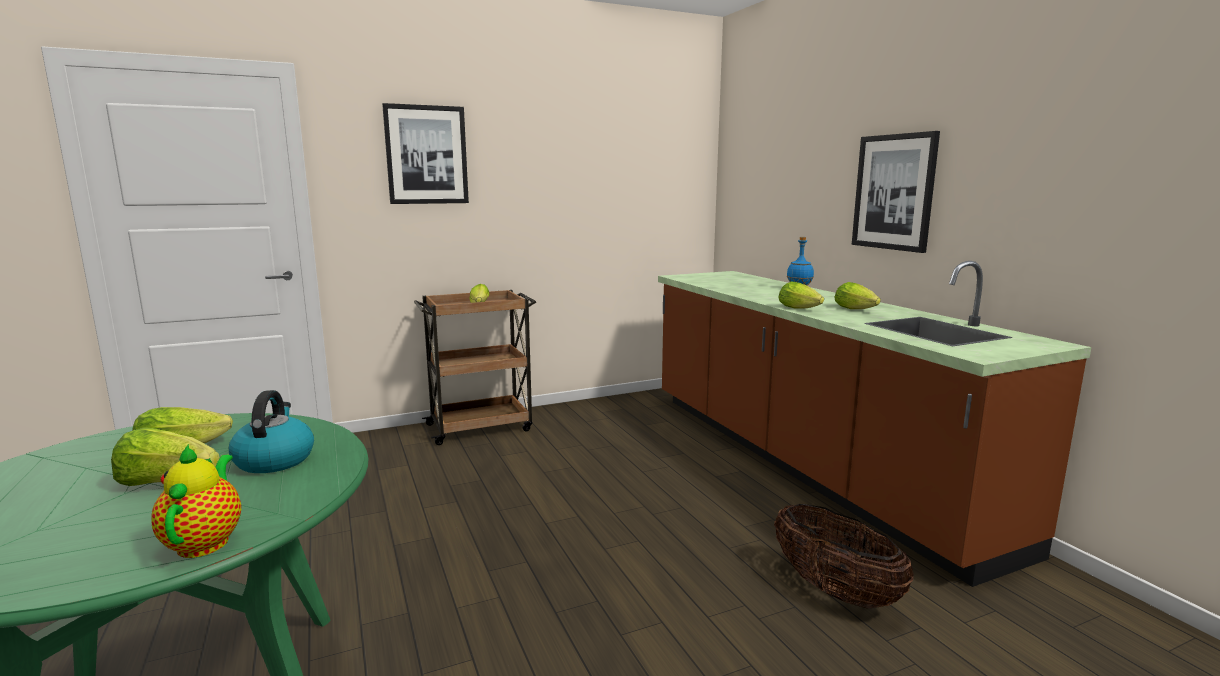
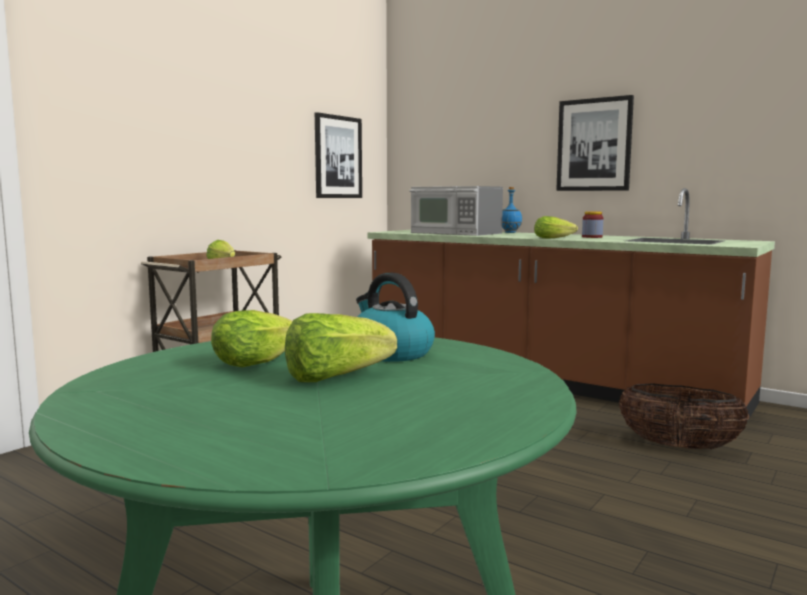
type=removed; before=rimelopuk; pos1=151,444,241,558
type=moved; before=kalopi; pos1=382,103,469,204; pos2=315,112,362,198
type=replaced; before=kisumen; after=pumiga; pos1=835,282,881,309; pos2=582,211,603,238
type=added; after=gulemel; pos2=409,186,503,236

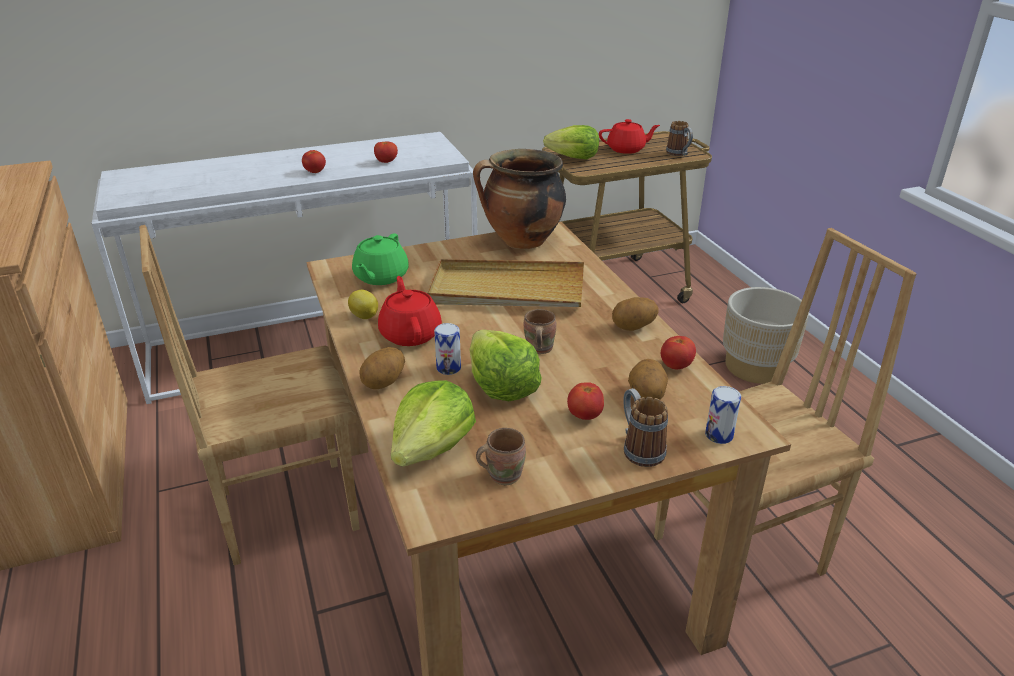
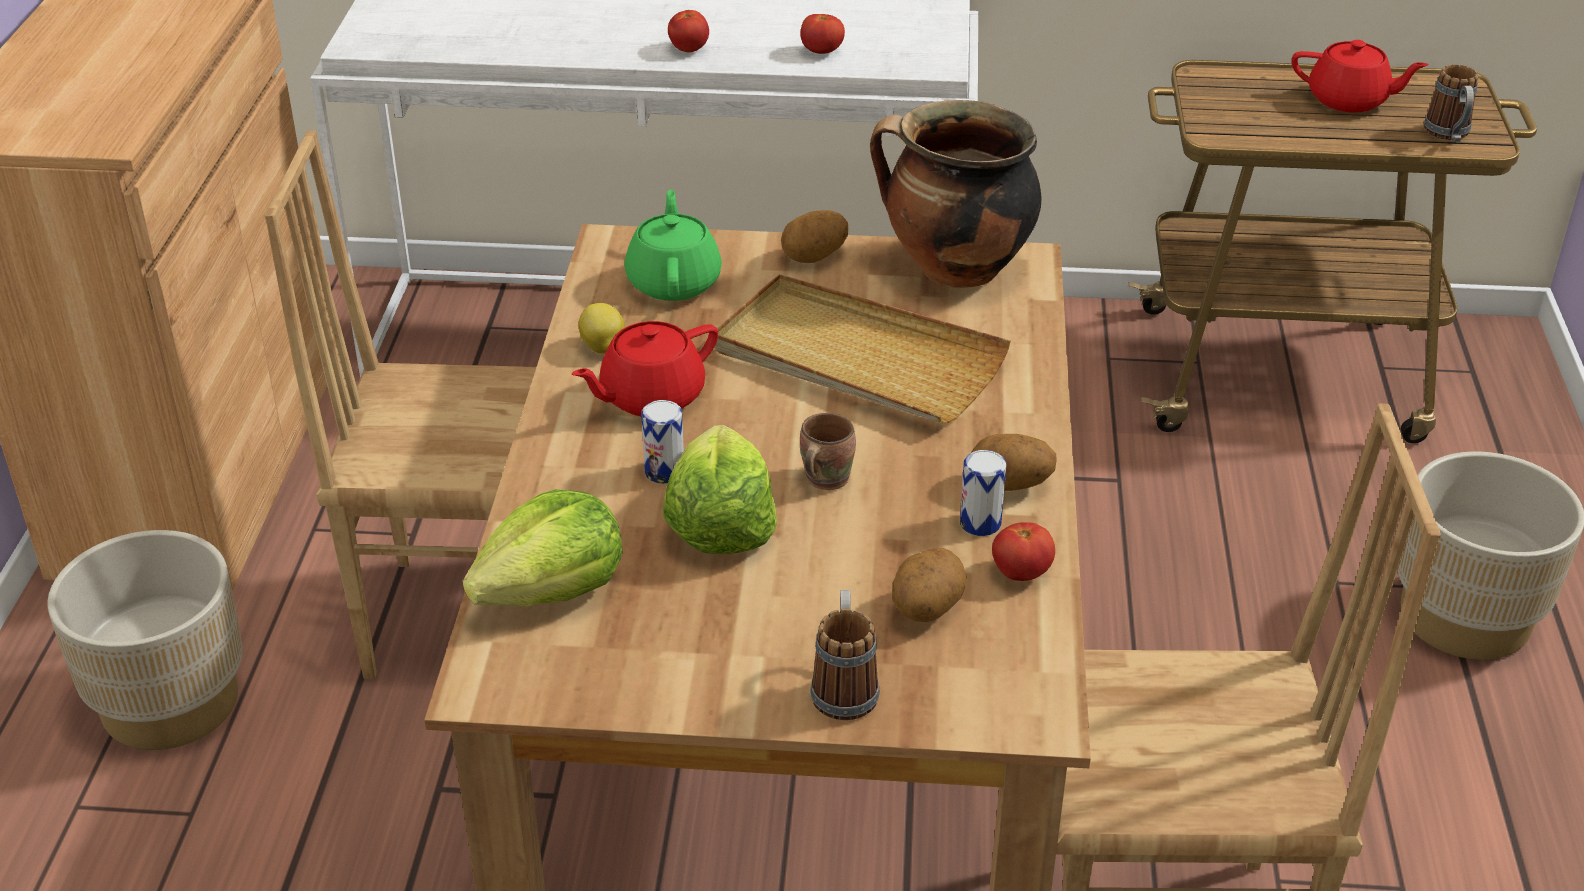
type=turned; before=rimelopuk (green); pos1=352,233,409,285; pos2=624,190,722,301; turn=135
type=moved; before=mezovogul; pos1=359,347,405,389; pos2=781,210,849,263
type=turned; before=rimelopuk (red); pos1=378,276,442,346; pos2=572,321,718,416; turn=-135
type=removed; before=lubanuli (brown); pos1=476,428,526,485
type=removed; before=kisumen; pos1=543,125,599,160
type=removed; before=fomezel; pos1=567,382,604,420
type=moved; before=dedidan; pos1=705,386,741,444; pos2=960,450,1006,536
type=added; after=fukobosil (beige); pos2=47,530,242,750

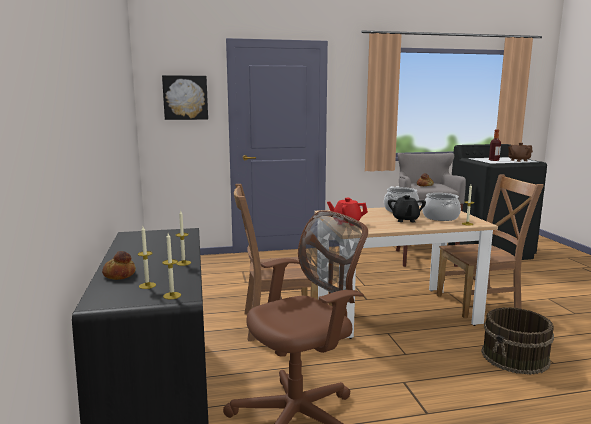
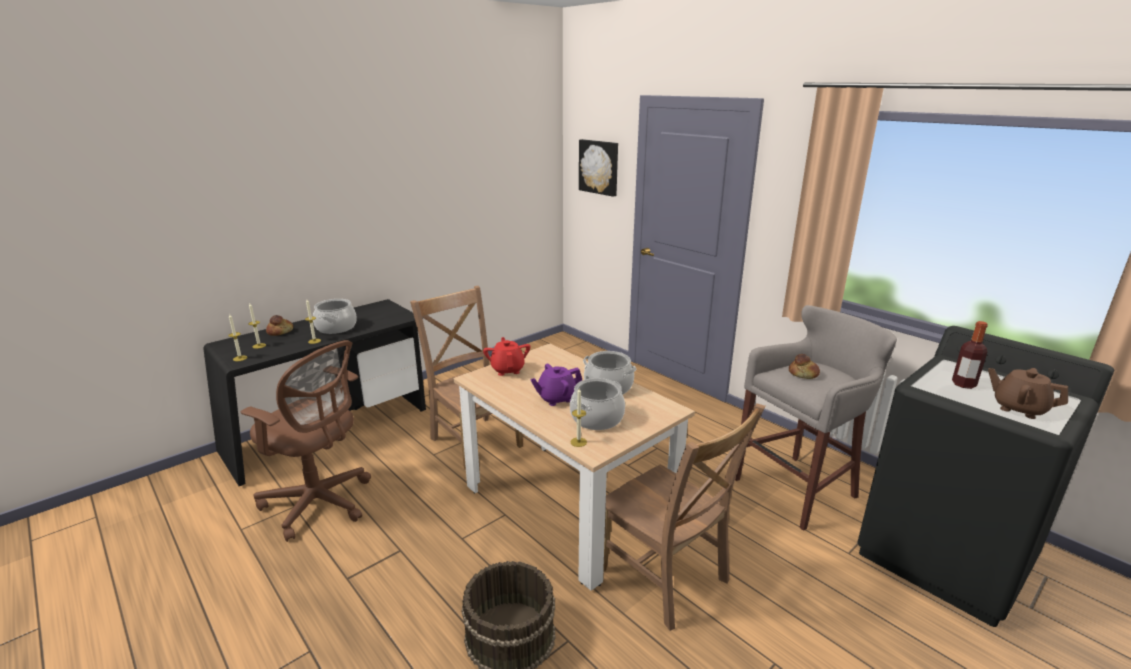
type=recoloured; before=rimelopuk (black); after=rimelopuk (purple); pos1=388,195,426,222; pos2=530,364,582,406
type=added; after=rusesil; pos2=313,299,357,334

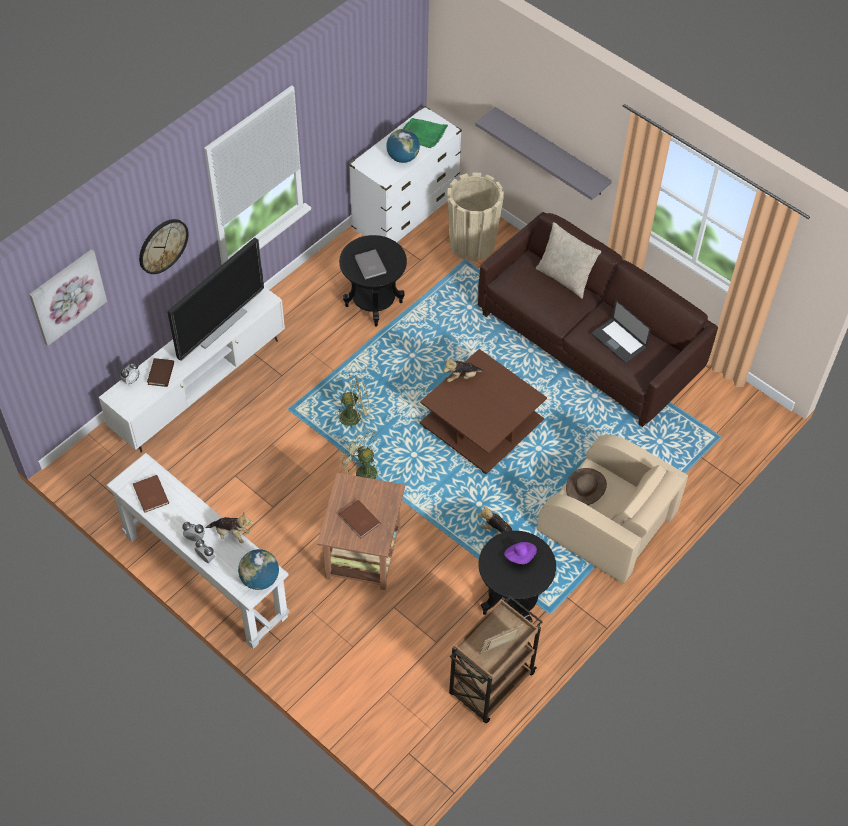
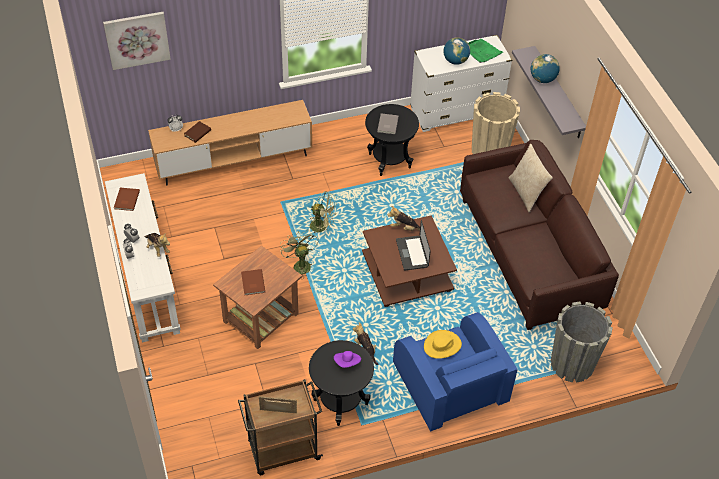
type=recoloured; before=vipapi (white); after=vipapi (brown); pos1=99,286,285,453; pos2=148,100,312,185
type=removed; before=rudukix; pos1=139,219,189,274
type=removed; before=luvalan; pos1=168,238,264,361
type=moved; before=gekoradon; pos1=238,549,279,590; pos2=531,54,560,83
type=recoloured; before=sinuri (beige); after=sinuri (blue); pos1=537,434,688,584; pos2=393,312,517,431
type=recoloured; before=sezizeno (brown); after=sezizeno (yellow); pos1=566,468,607,505; pos2=424,330,462,359
type=moved; before=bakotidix; pos1=592,300,651,363; pos2=396,220,431,270
type=added; after=fukobosil (grey); pos2=550,301,613,383

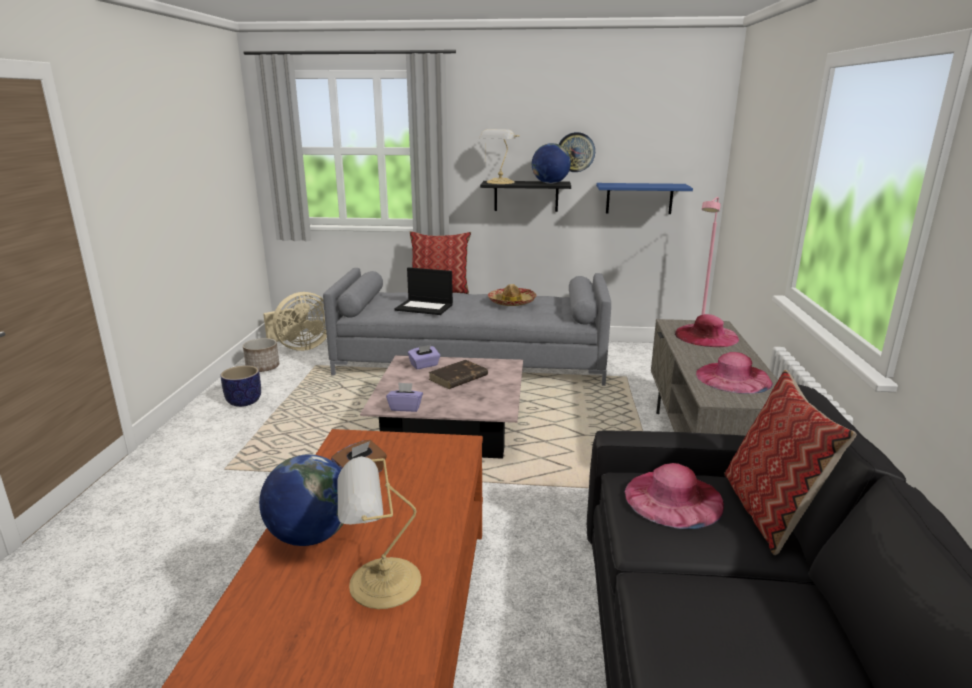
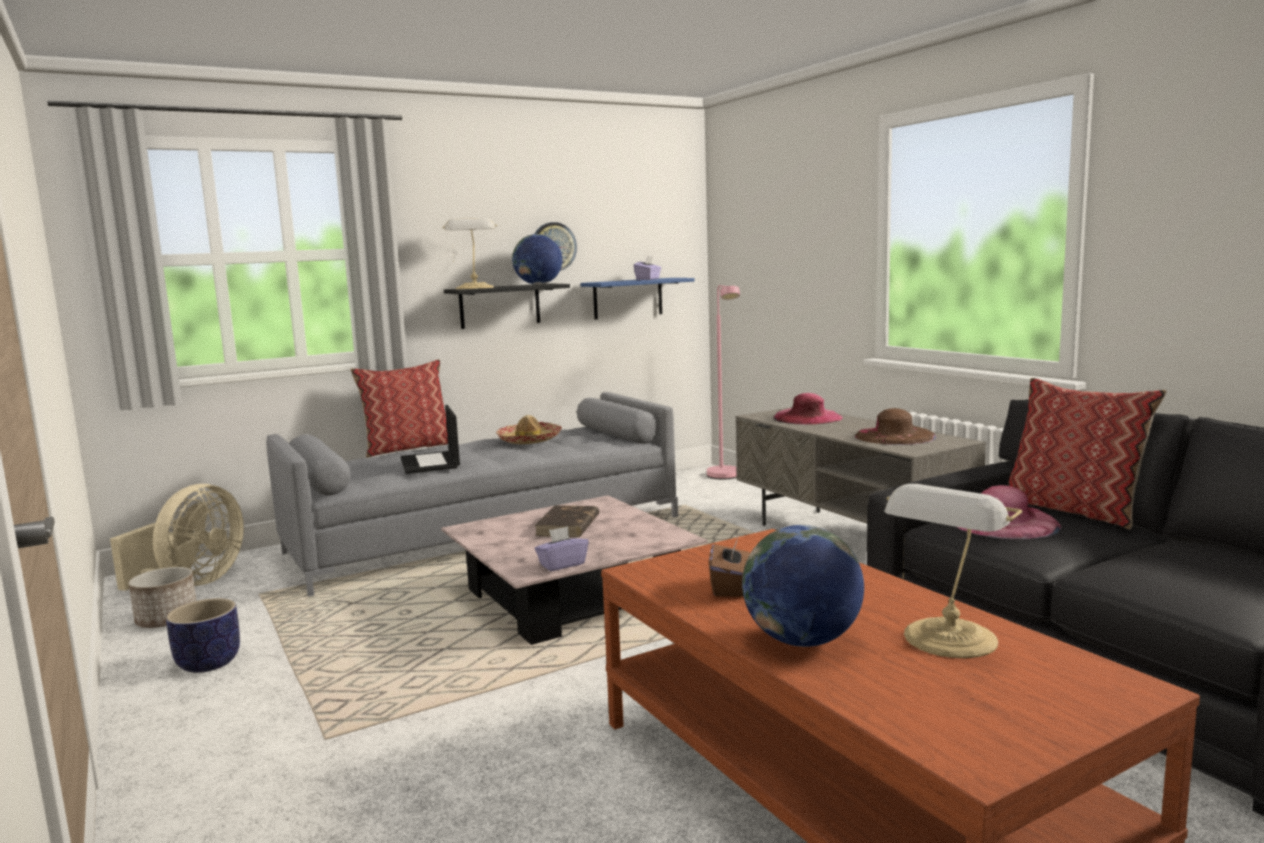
type=turned; before=bakotidix; pos1=394,267,453,315; pos2=401,405,460,474; turn=90
type=moved; before=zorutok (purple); pos1=408,345,440,369; pos2=634,256,662,280
type=recoloured; before=sezizeno (pink); after=sezizeno (brown); pos1=696,352,773,394; pos2=855,408,936,445

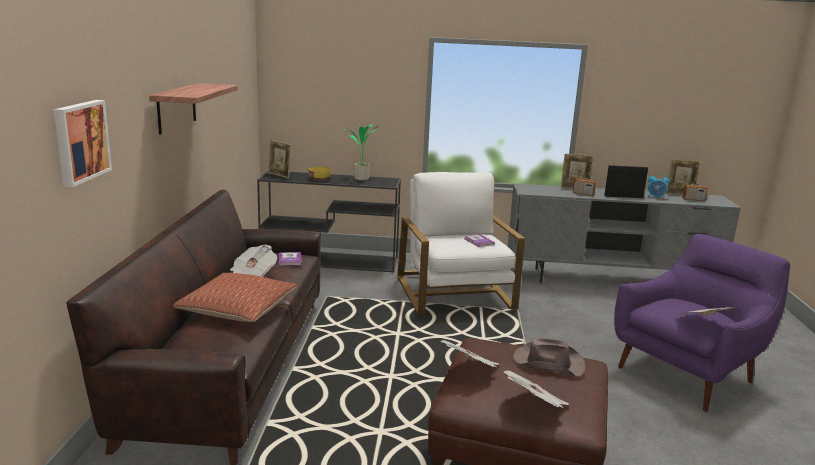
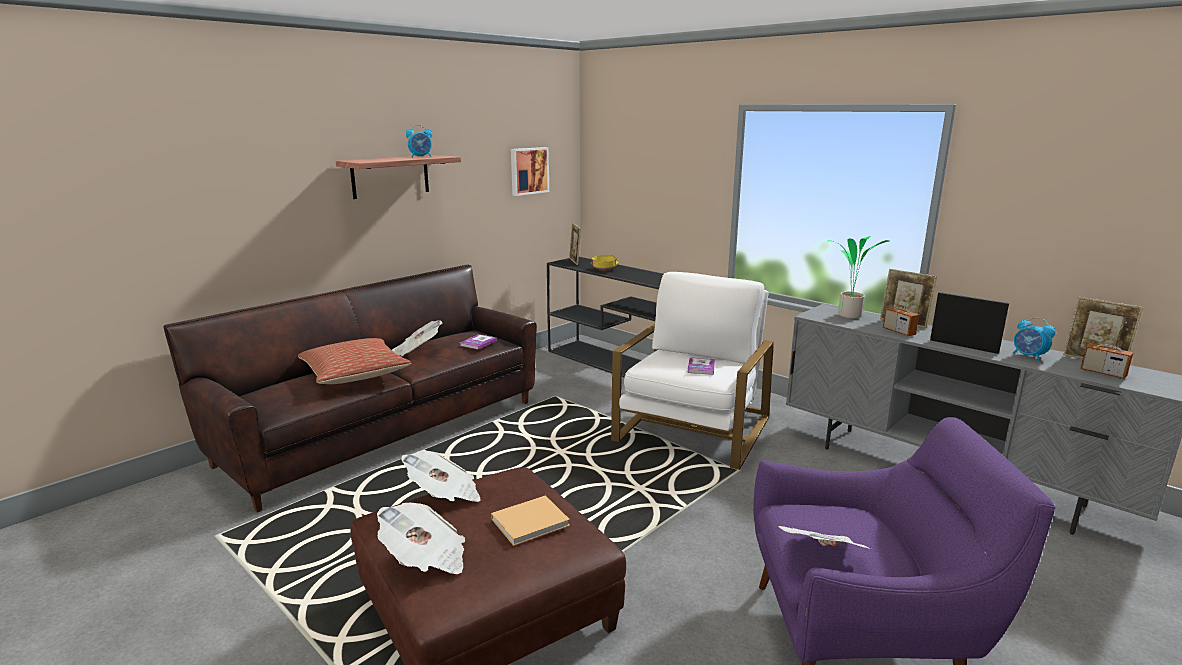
type=moved; before=kalopi; pos1=54,100,112,187; pos2=511,147,549,196
type=moved; before=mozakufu; pos1=343,124,379,180; pos2=828,236,889,319
type=replaced; before=sezizeno (brown); after=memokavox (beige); pos1=513,337,585,377; pos2=491,495,570,546
type=added; after=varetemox; pos2=406,125,432,157

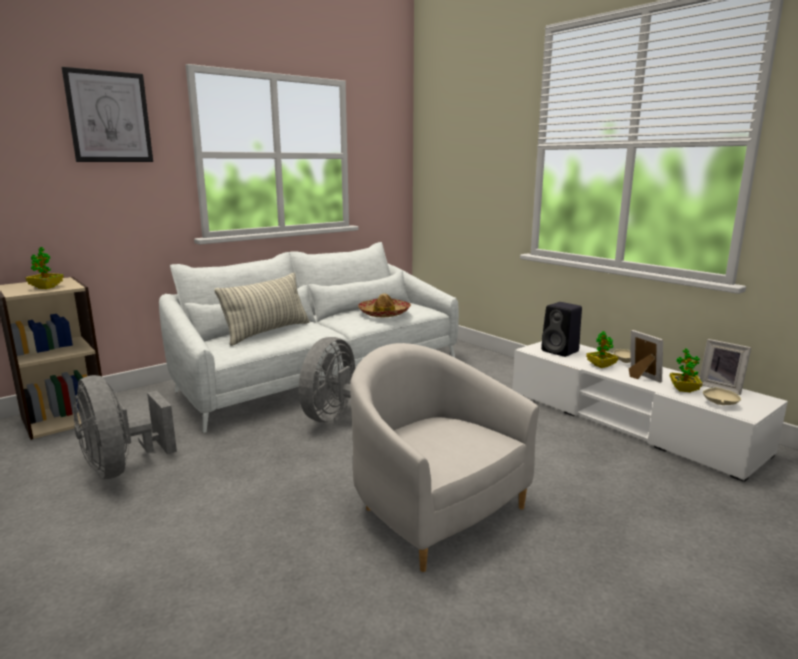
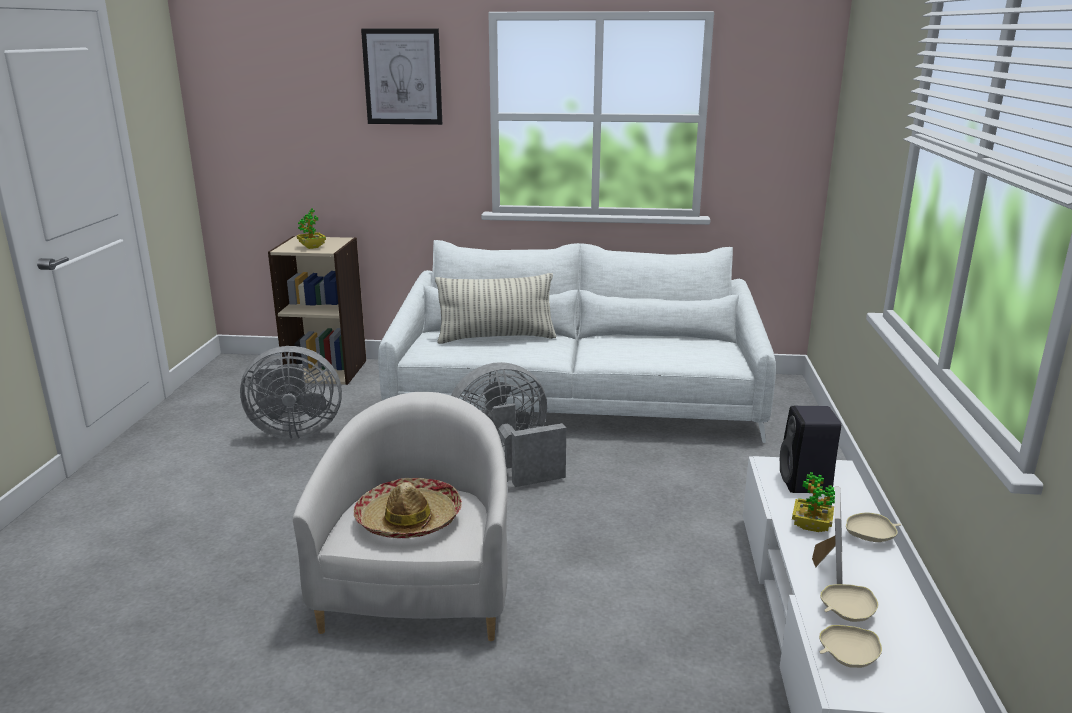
type=turned; before=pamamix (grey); pos1=74,375,177,479; pos2=240,346,342,439; turn=-105
type=moved; before=sezizeno; pos1=358,293,411,317; pos2=354,478,462,538
type=replaced; before=mozakufu; after=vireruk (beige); pos1=670,348,703,392; pos2=820,584,878,622
type=removed; before=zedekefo; pos1=699,339,751,395

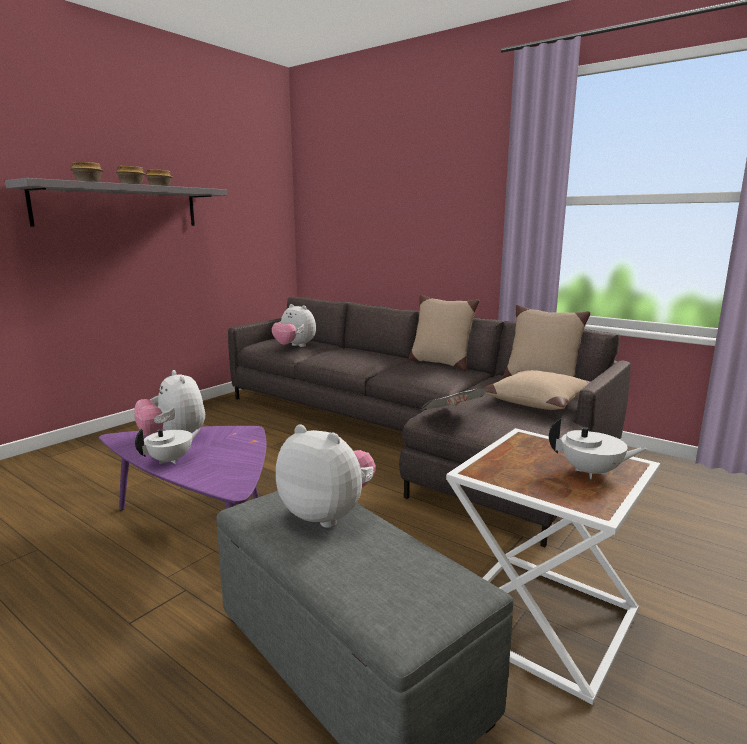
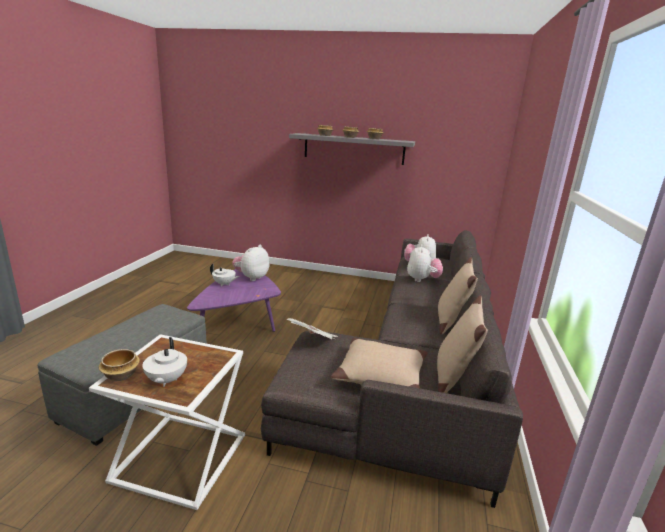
type=moved; before=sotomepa; pos1=276,424,376,528; pos2=407,244,443,282
type=added; after=vireruk; pos2=99,349,140,381

